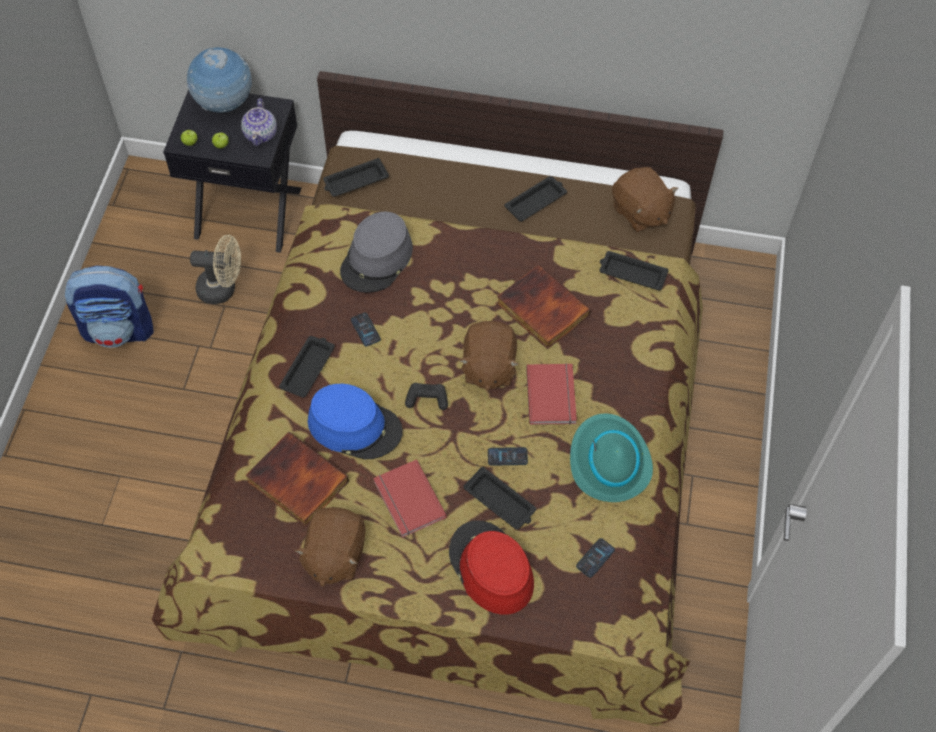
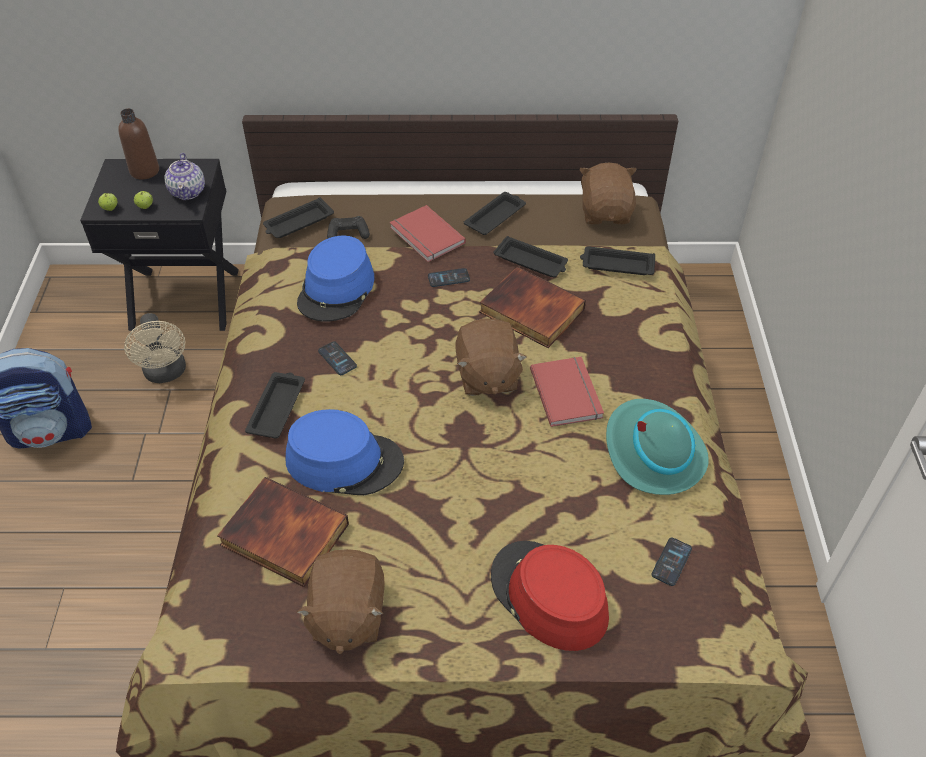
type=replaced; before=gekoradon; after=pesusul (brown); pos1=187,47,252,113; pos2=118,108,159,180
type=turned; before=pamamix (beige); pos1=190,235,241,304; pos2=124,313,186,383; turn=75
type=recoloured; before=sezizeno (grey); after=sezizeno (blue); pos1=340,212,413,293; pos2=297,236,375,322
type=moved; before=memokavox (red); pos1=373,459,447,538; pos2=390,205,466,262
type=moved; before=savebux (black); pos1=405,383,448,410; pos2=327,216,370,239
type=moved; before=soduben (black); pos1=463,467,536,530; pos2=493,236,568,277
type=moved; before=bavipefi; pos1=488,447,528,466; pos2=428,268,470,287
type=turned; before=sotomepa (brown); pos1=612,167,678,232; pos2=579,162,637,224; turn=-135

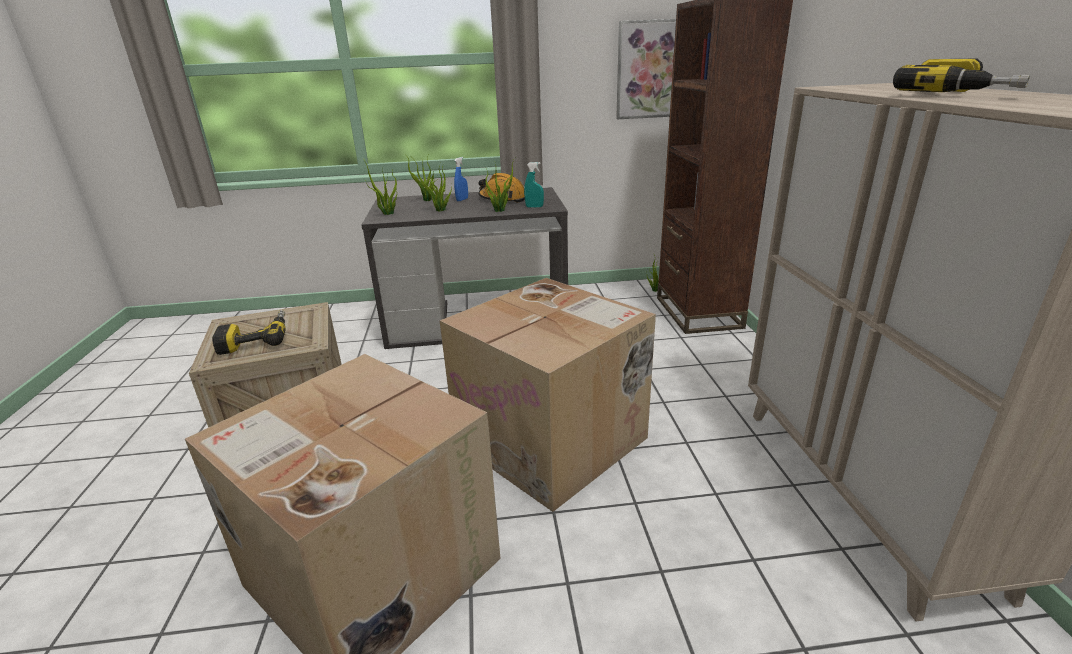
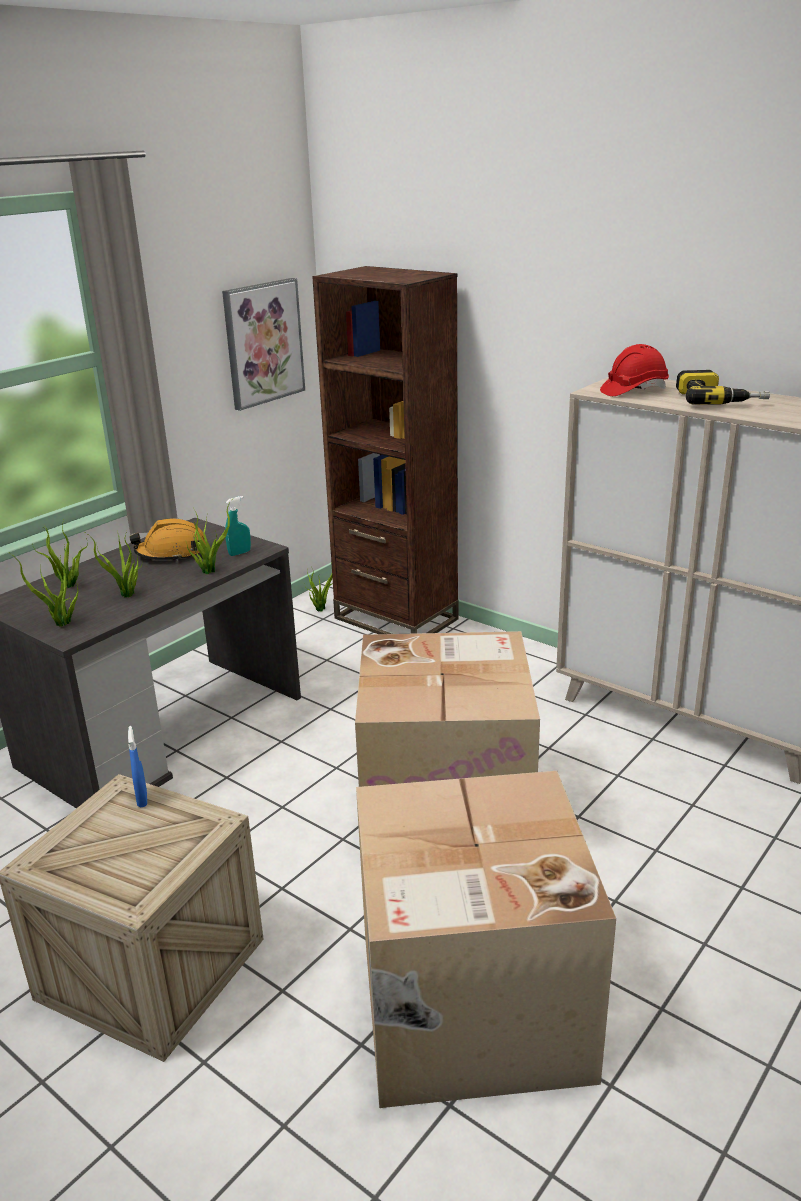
type=removed; before=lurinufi; pos1=212,310,286,355
type=moved; before=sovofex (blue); pos1=454,157,468,201; pos2=128,726,147,807
type=added; after=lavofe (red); pos2=600,344,669,396

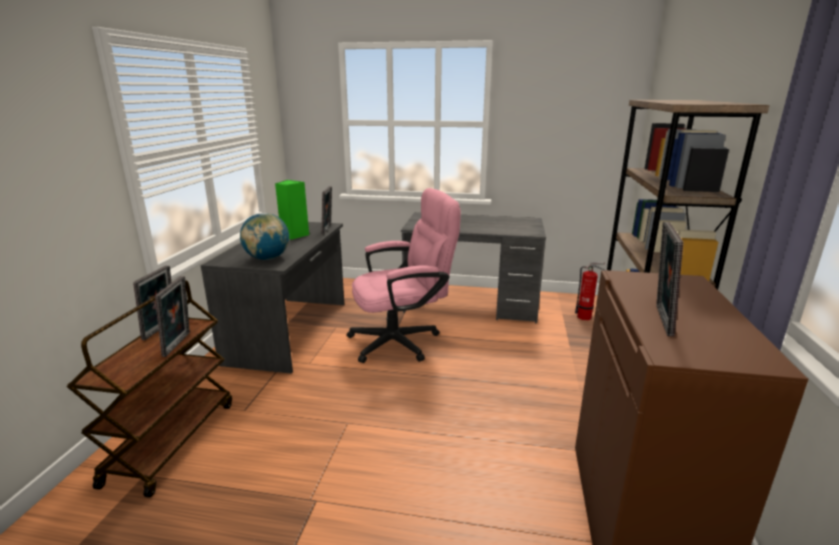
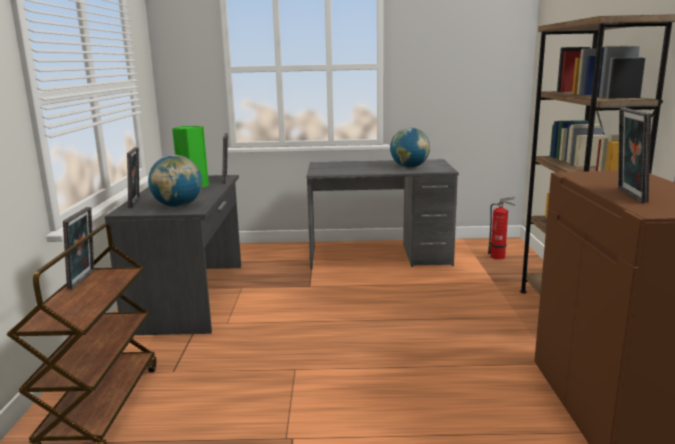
type=moved; before=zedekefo; pos1=155,276,190,357; pos2=127,147,140,208
type=removed; before=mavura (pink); pos1=346,188,461,363
type=added; after=gekoradon; pos2=390,128,430,168

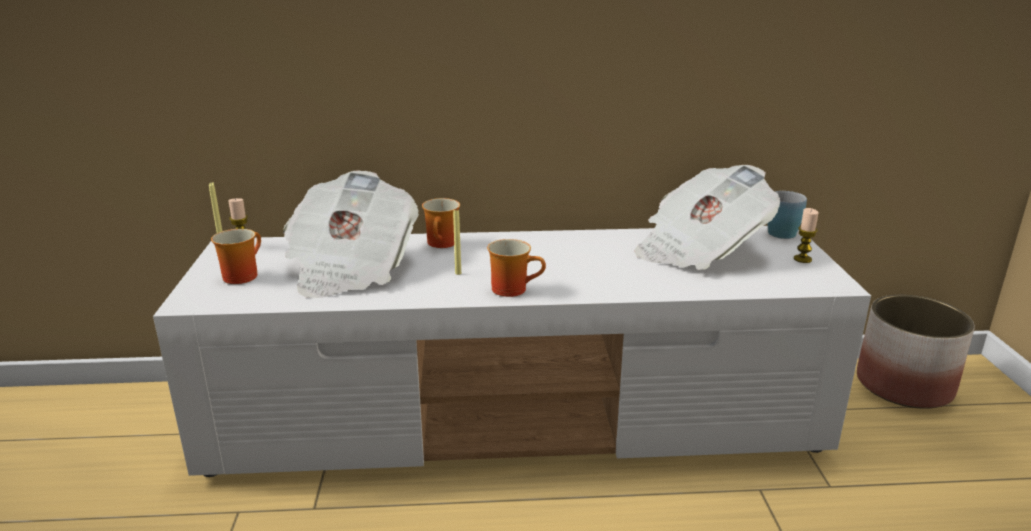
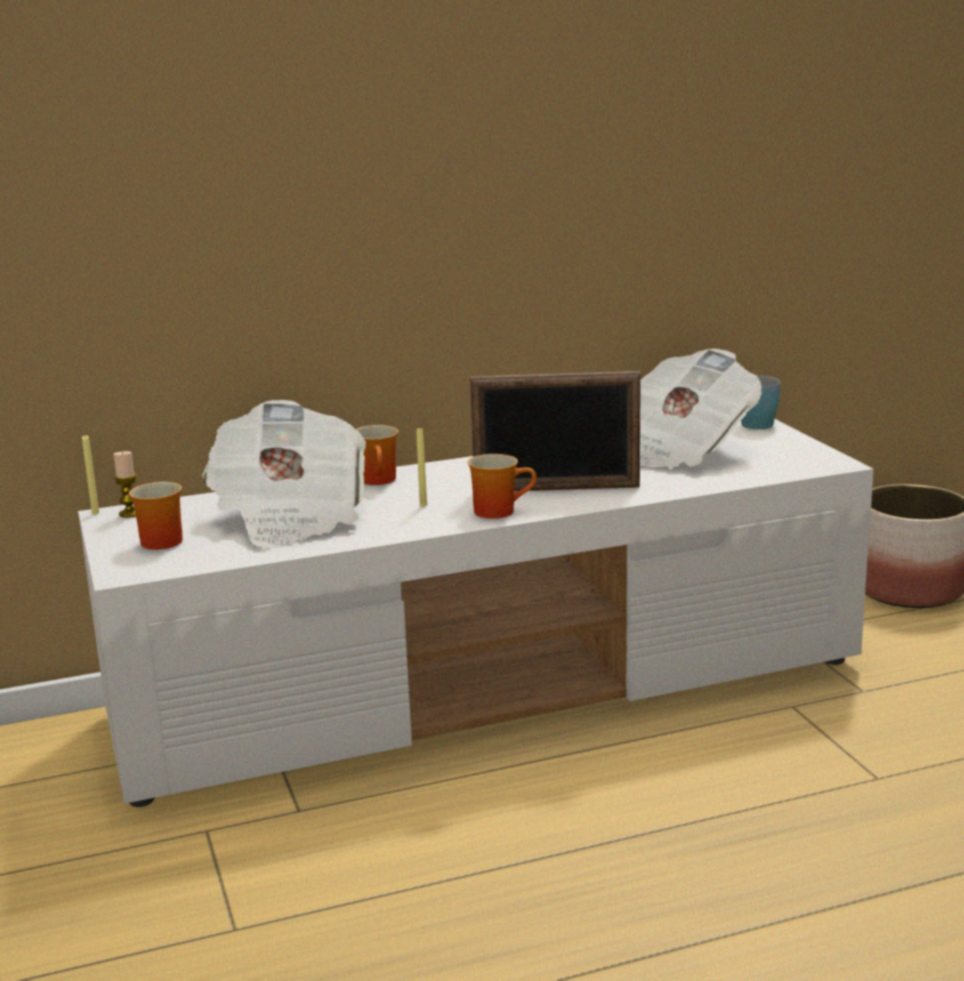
type=removed; before=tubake; pos1=794,208,819,263
type=added; after=zedekefo; pos2=470,371,641,491

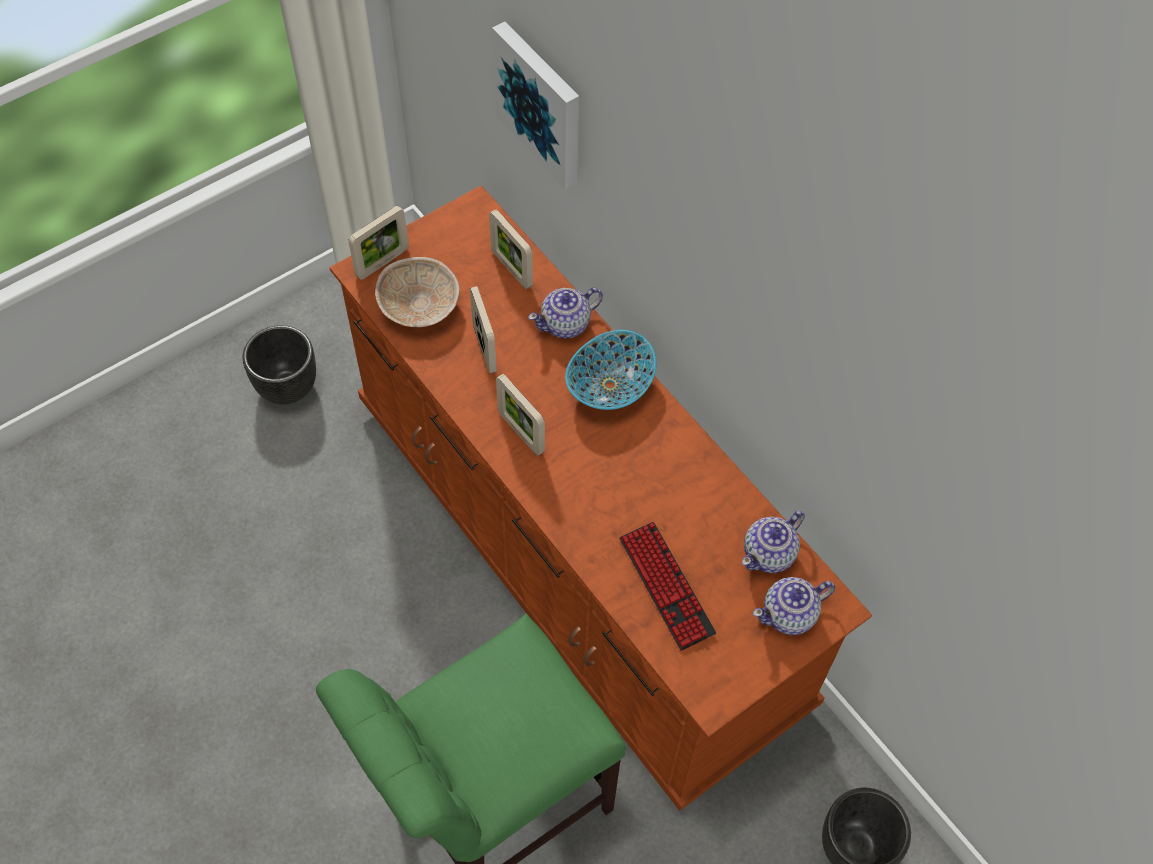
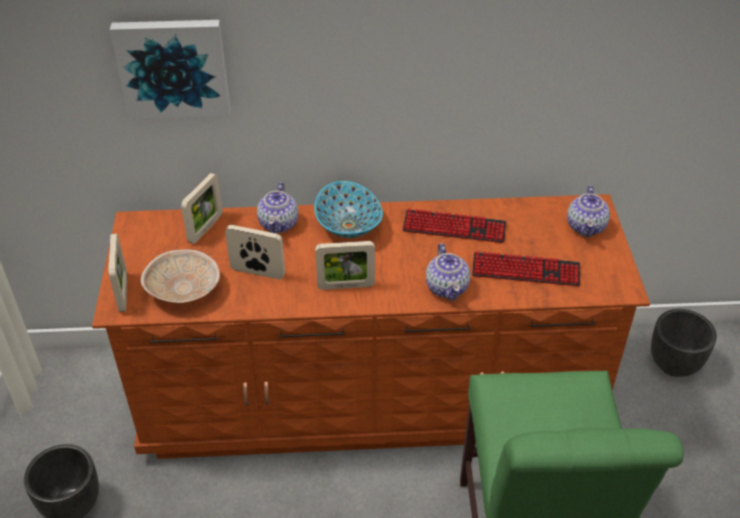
type=turned; before=zedekefo; pos1=489,209,533,289; pos2=181,173,223,244; turn=-60
type=moved; before=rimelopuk; pos1=742,511,805,573; pos2=426,243,470,301
type=added; after=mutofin; pos2=403,208,506,243

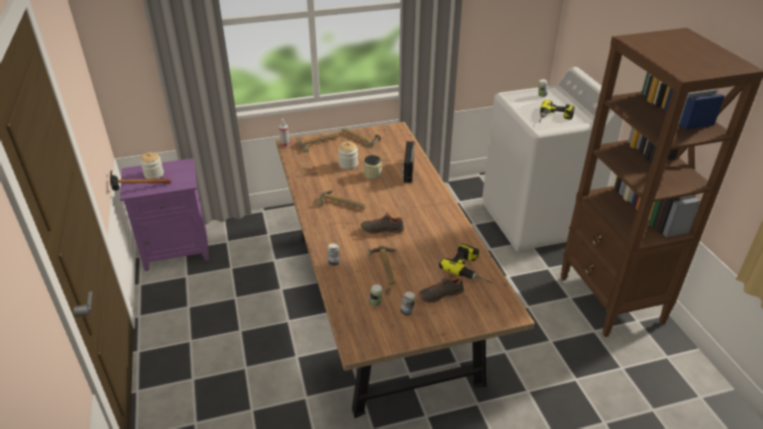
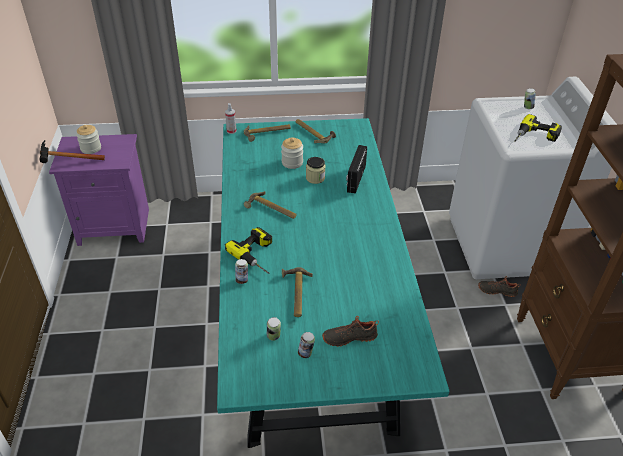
type=recoloured; before=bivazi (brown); after=bivazi (turquoise); pos1=276,122,535,418; pos2=217,118,449,448
type=moved; before=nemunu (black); pos1=361,210,405,234; pos2=478,276,521,297
type=moved; before=lurinufi; pos1=439,244,492,283; pos2=225,227,272,274

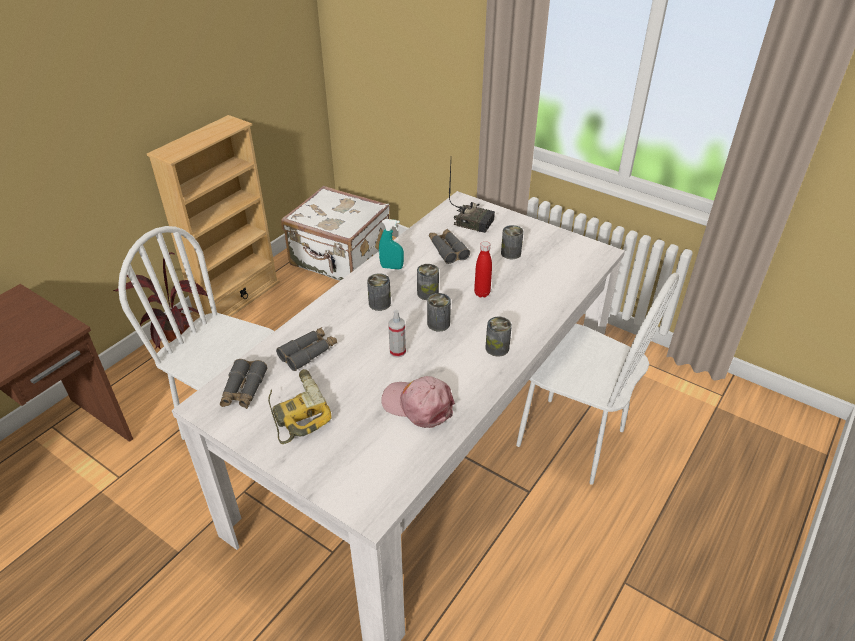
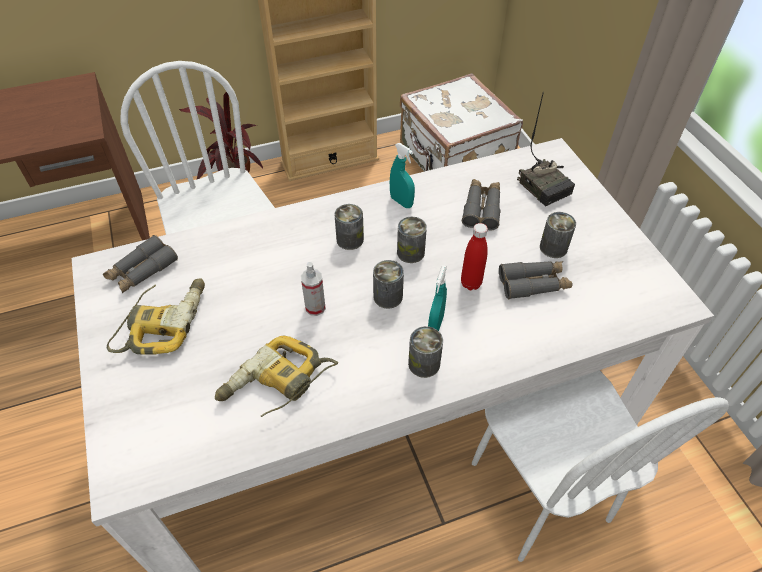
type=moved; before=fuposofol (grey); pos1=276,327,337,371; pos2=499,261,573,299
type=replaced; before=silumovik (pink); after=lurinufi; pos1=381,376,455,428; pos2=215,336,338,417
type=added; after=sovofex (turquoise); pos2=428,265,447,331

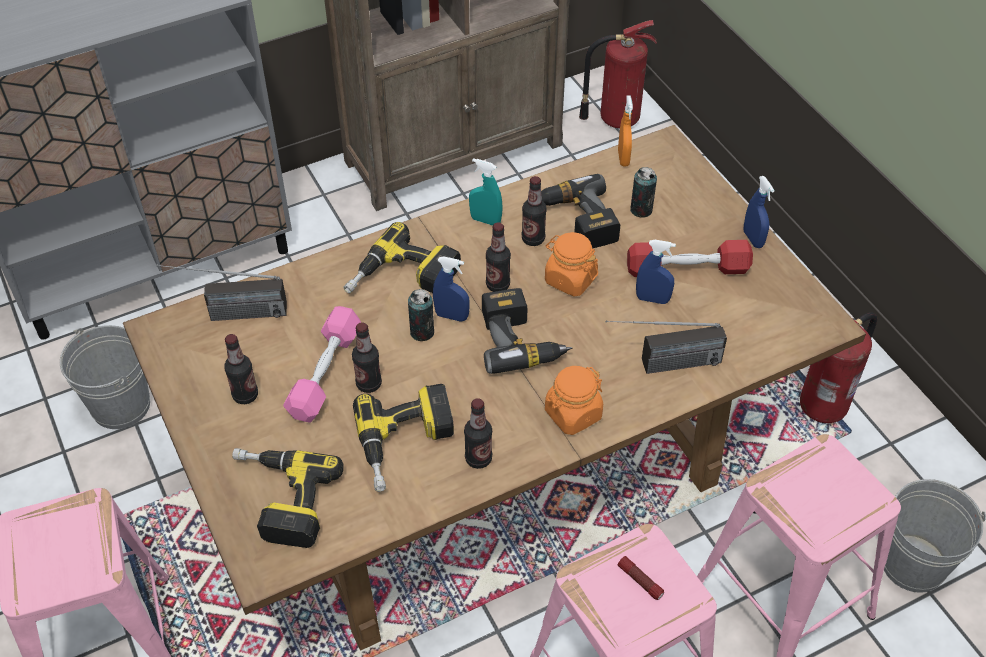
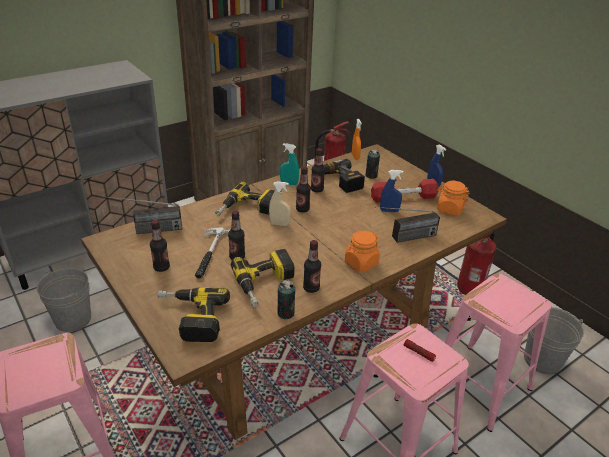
type=replaced; before=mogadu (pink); after=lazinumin; pos1=283,306,361,423; pos2=195,227,230,279
type=moved; before=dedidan; pos1=408,289,434,341; pos2=277,280,295,319
type=recoloured; before=sovofex (blue); after=sovofex (beige); pos1=433,256,470,322; pos2=269,181,291,226
type=removed; before=lurinufi; pos1=482,288,573,374
type=moved; before=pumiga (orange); pos1=545,232,598,296; pos2=437,181,469,216

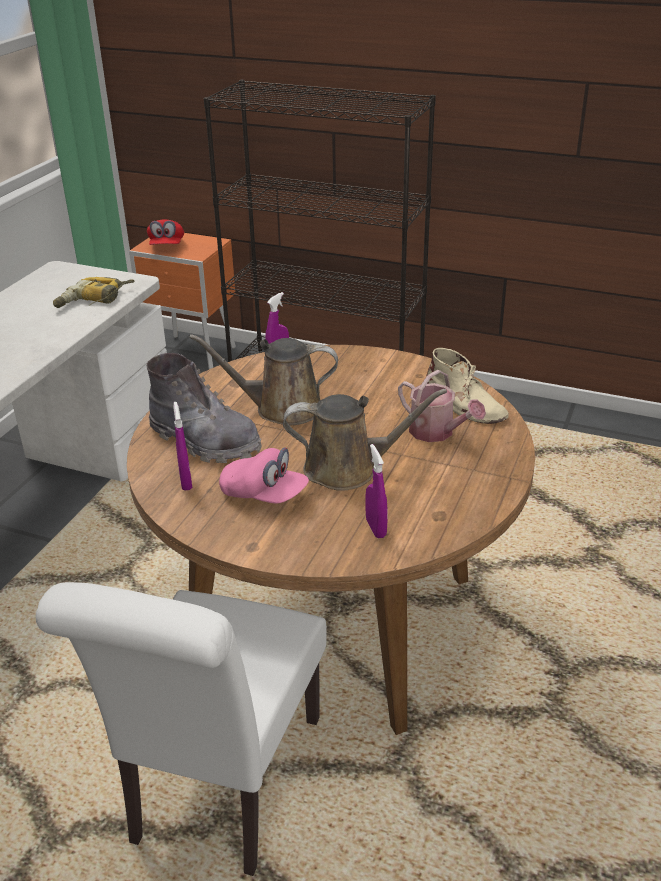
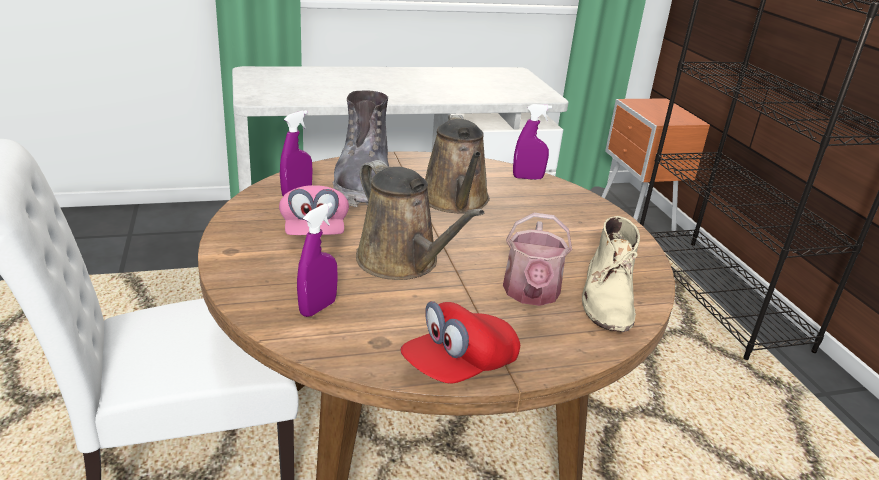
type=removed; before=lurinufi; pos1=53,277,135,308
type=moved; before=silumovik (red); pos1=147,219,184,245; pos2=400,301,520,384
type=turned; before=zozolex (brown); pos1=189,334,338,426; pos2=425,115,490,214; turn=-150

